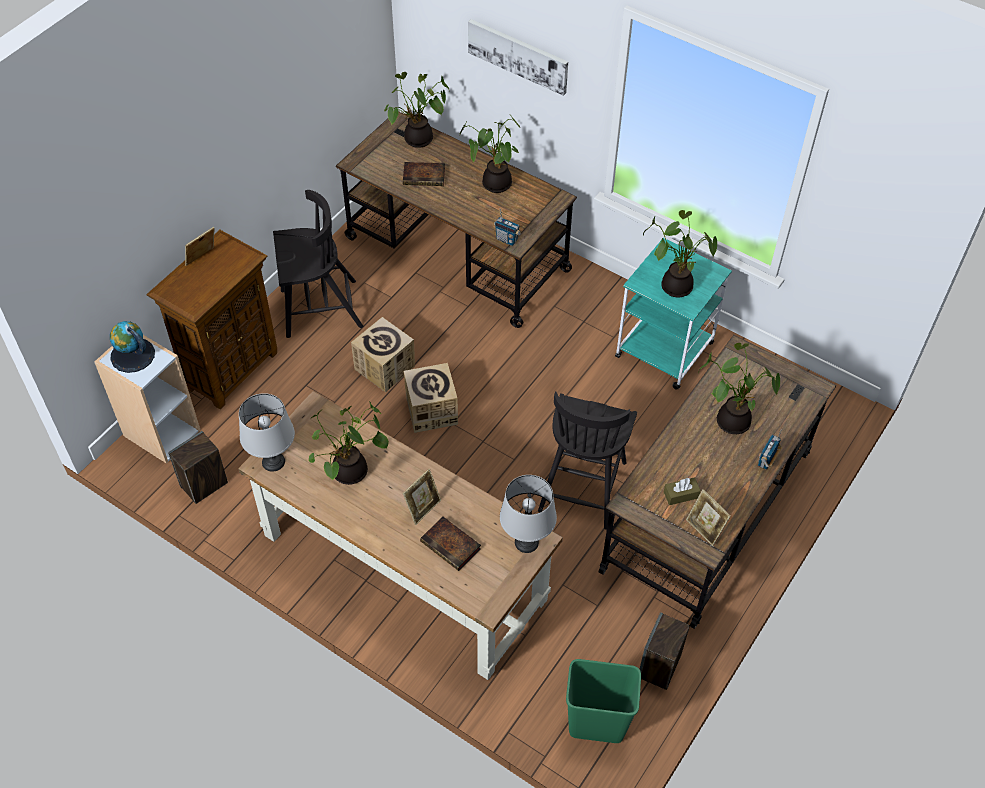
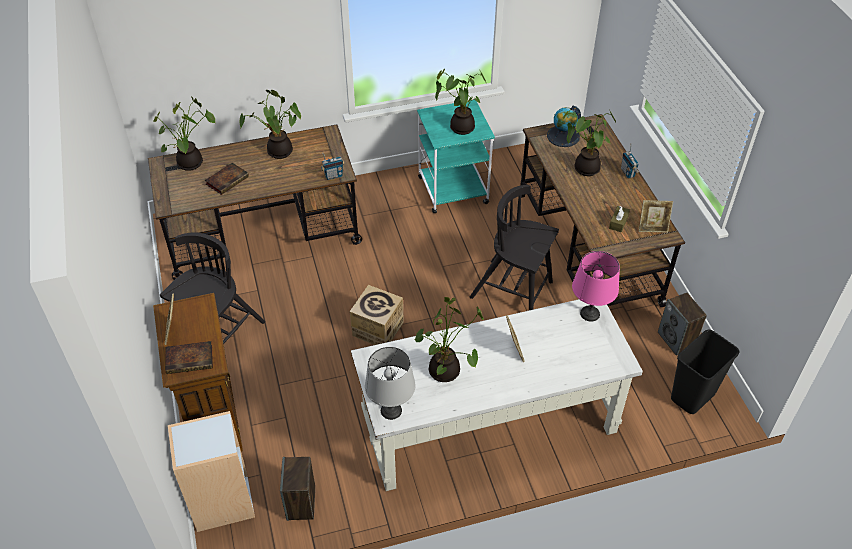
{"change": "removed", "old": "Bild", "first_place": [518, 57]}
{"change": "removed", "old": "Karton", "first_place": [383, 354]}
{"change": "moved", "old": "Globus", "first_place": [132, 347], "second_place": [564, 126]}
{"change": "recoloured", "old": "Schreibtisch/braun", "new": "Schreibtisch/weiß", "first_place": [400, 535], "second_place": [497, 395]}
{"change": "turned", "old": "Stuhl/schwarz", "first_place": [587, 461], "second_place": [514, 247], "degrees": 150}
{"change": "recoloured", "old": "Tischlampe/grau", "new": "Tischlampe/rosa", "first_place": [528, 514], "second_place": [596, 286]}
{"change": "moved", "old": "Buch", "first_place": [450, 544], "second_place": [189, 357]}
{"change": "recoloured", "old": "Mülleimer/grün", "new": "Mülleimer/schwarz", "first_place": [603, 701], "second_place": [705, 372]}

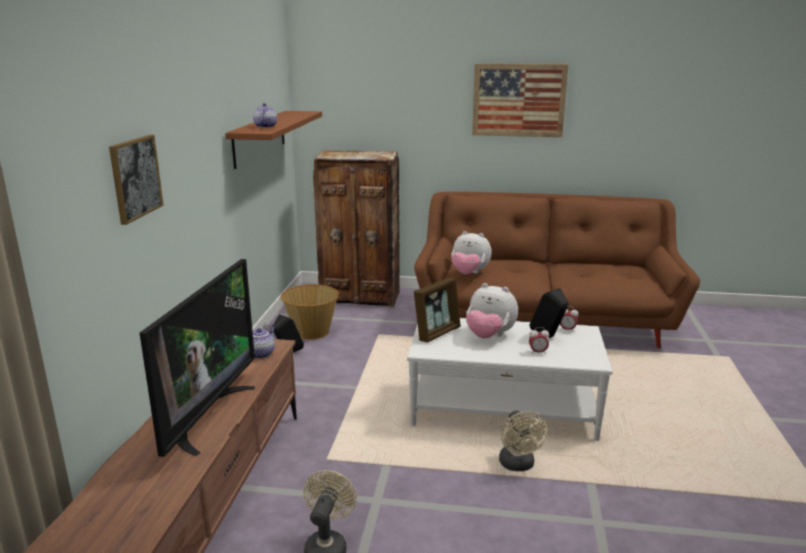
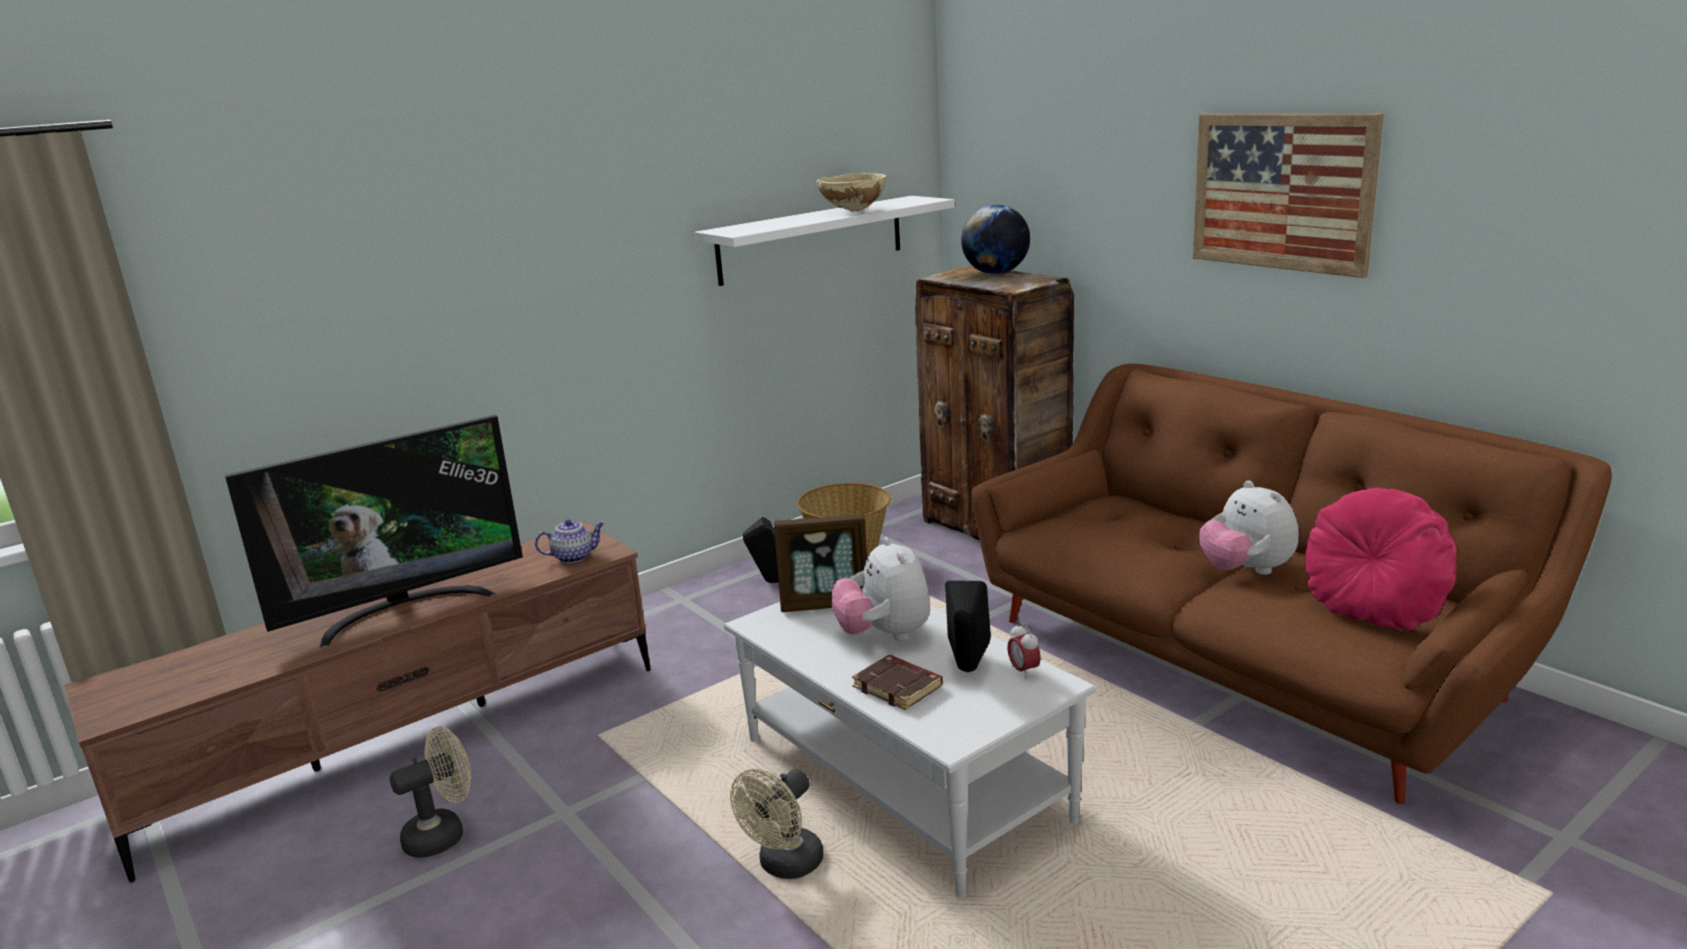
{"change": "removed", "old": "Teekanne", "first_place": [265, 115]}
{"change": "recoloured", "old": "Wandregal/braun", "new": "Wandregal/weiß", "first_place": [273, 140], "second_place": [824, 241]}
{"change": "removed", "old": "Bild", "first_place": [136, 180]}
{"change": "moved", "old": "Plüschtier", "first_place": [471, 252], "second_place": [1249, 527]}
{"change": "replaced", "old": "Wecker", "new": "Buch/braun", "first_place": [539, 340], "second_place": [897, 682]}
{"change": "added", "new": "Schüssel/beige", "second_place": [851, 192]}
{"change": "added", "new": "Globus", "second_place": [995, 239]}
{"change": "added", "new": "Kissen/rosa", "second_place": [1381, 559]}

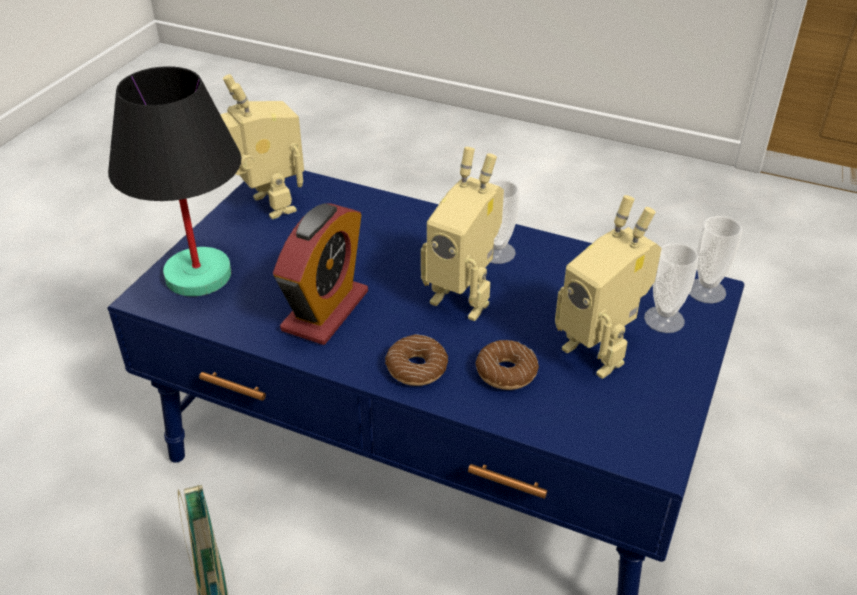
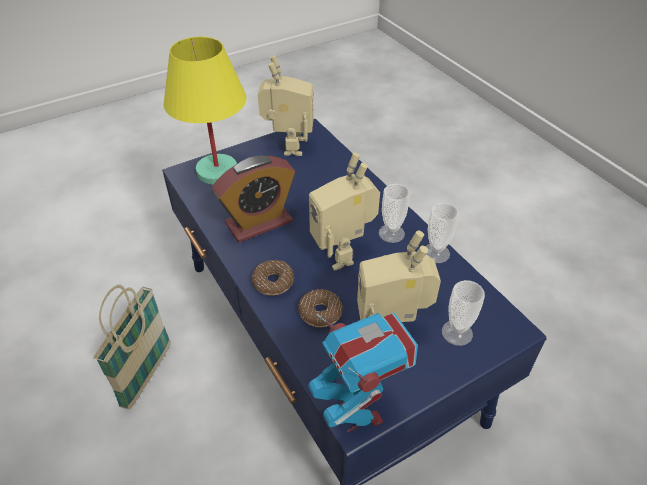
{"change": "recoloured", "old": "Tischlampe/schwarz", "new": "Tischlampe/gelb", "first_place": [174, 181], "second_place": [205, 110]}
{"change": "moved", "old": "Tasse", "first_place": [715, 259], "second_place": [442, 233]}
{"change": "added", "new": "Spielzeugroboter", "second_place": [363, 372]}

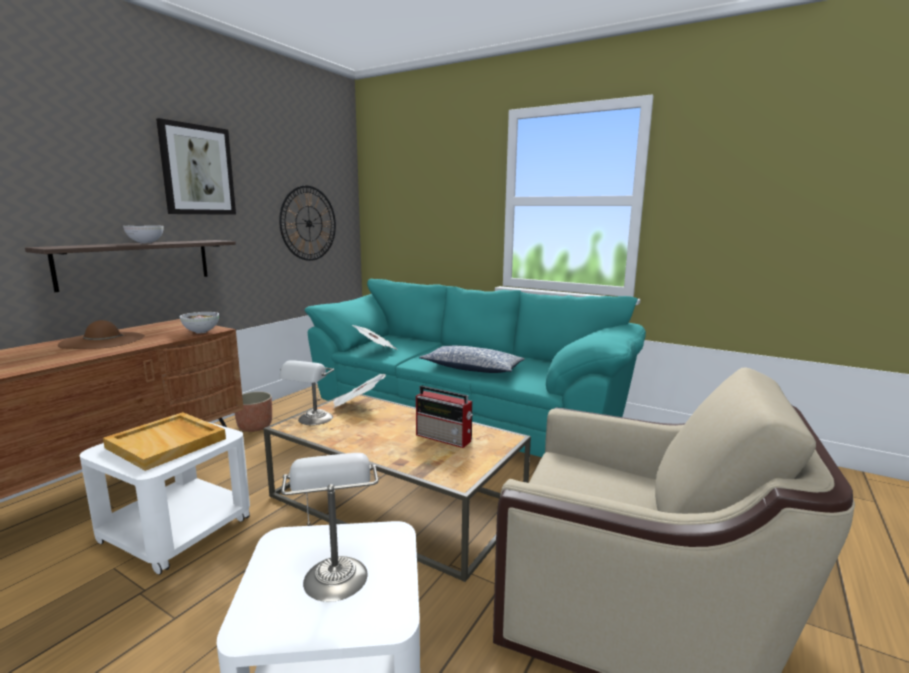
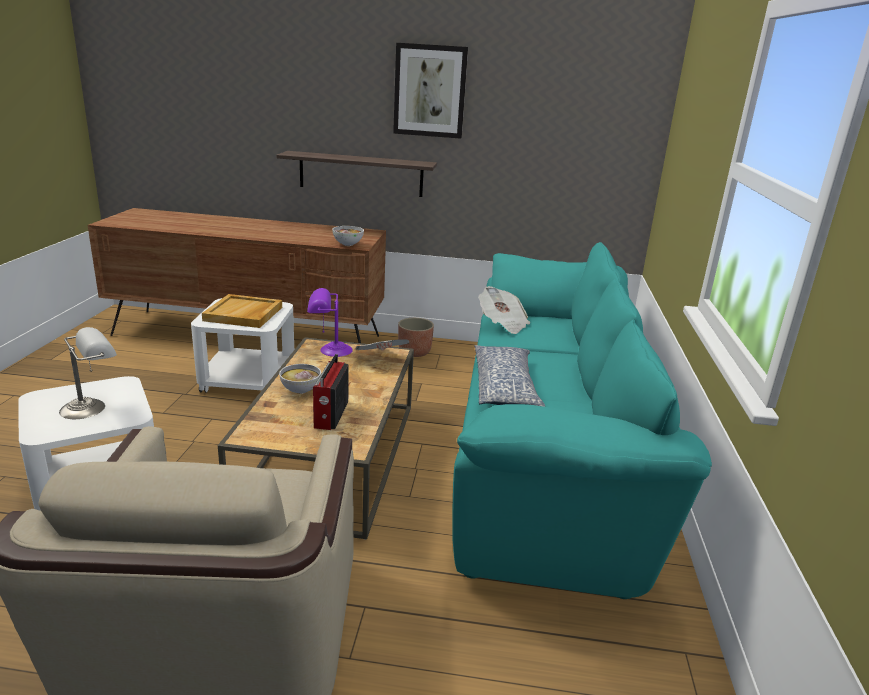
{"change": "removed", "old": "Wanduhr", "first_place": [307, 223]}
{"change": "moved", "old": "Schüssel", "first_place": [143, 234], "second_place": [300, 379]}
{"change": "removed", "old": "Hut/braun", "first_place": [101, 334]}
{"change": "recoloured", "old": "Tischlampe/weiß", "new": "Tischlampe/lila", "first_place": [306, 392], "second_place": [330, 322]}

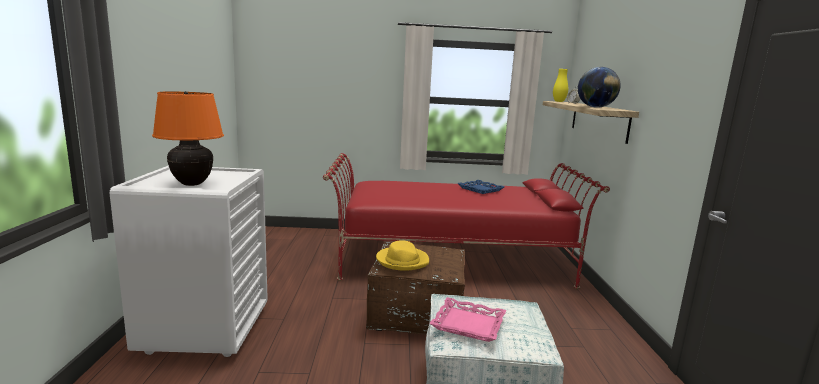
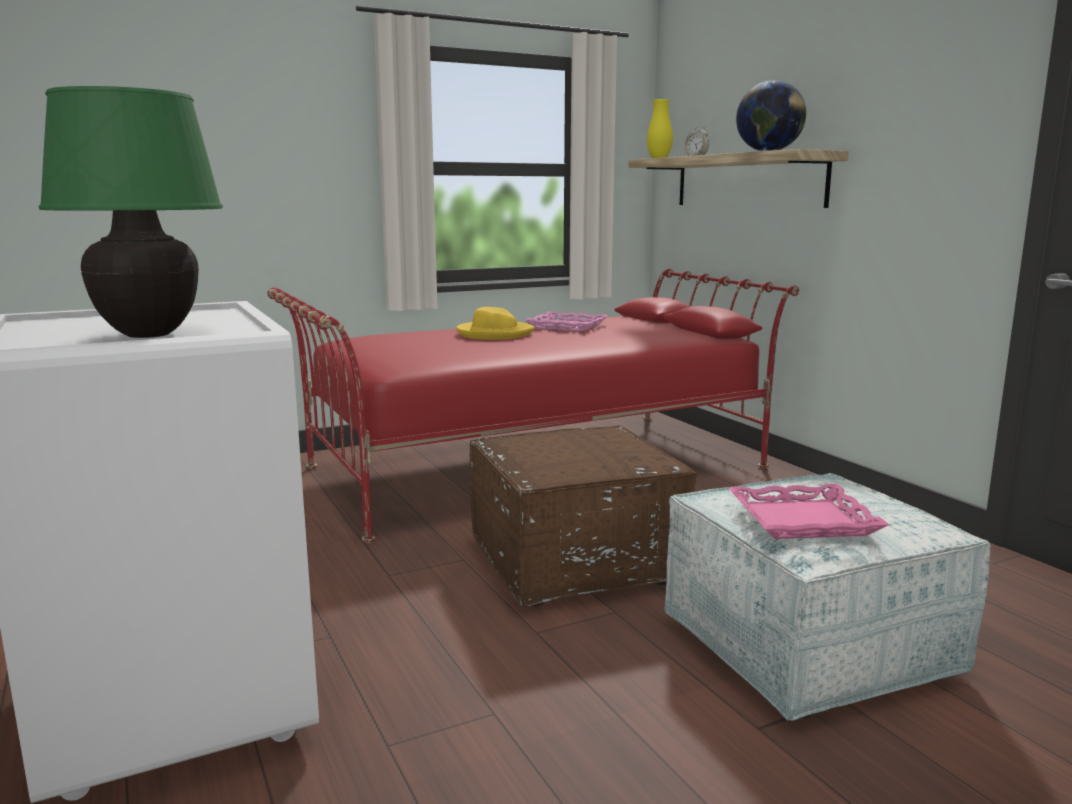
{"change": "recoloured", "old": "Tischlampe/orange", "new": "Tischlampe/grün", "first_place": [188, 138], "second_place": [131, 212]}
{"change": "recoloured", "old": "Tablett/blau", "new": "Tablett/rosa", "first_place": [480, 187], "second_place": [566, 321]}
{"change": "moved", "old": "Hut/gelb", "first_place": [402, 255], "second_place": [495, 323]}

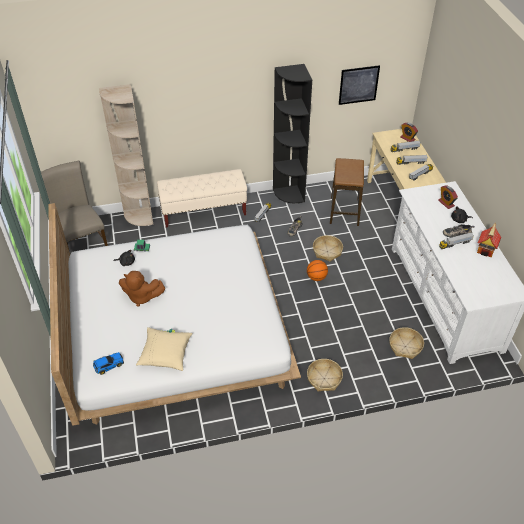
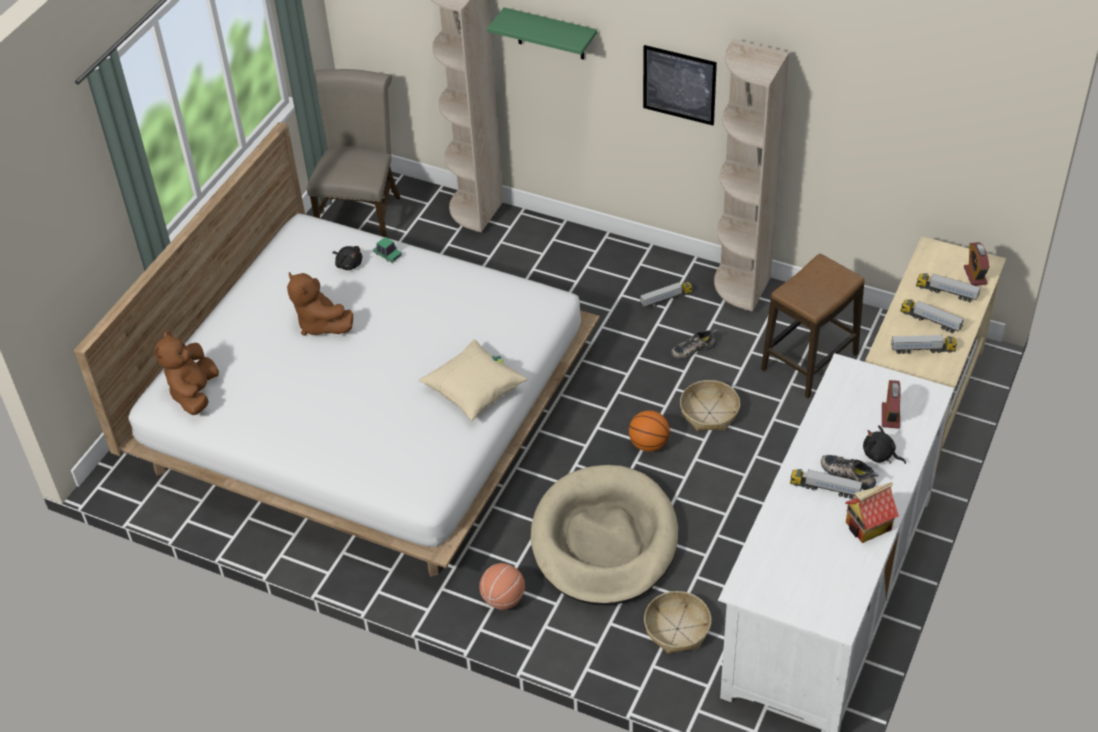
{"change": "recoloured", "old": "Bücherregal/schwarz", "new": "Bücherregal/beige", "first_place": [292, 133], "second_place": [751, 175]}
{"change": "moved", "old": "Bild", "first_place": [359, 85], "second_place": [680, 85]}
{"change": "removed", "old": "Bank/beige", "first_place": [202, 198]}
{"change": "moved", "old": "Kissen/beige", "first_place": [164, 349], "second_place": [473, 380]}
{"change": "replaced", "old": "Spielzeugauto", "new": "Plüschtier/braun", "first_place": [108, 363], "second_place": [186, 372]}
{"change": "replaced", "old": "Korb", "new": "Basketball", "first_place": [325, 375], "second_place": [502, 586]}
{"change": "added", "new": "Wandregal/grün", "second_place": [542, 33]}
{"change": "added", "new": "Hundebett/beige", "second_place": [604, 535]}

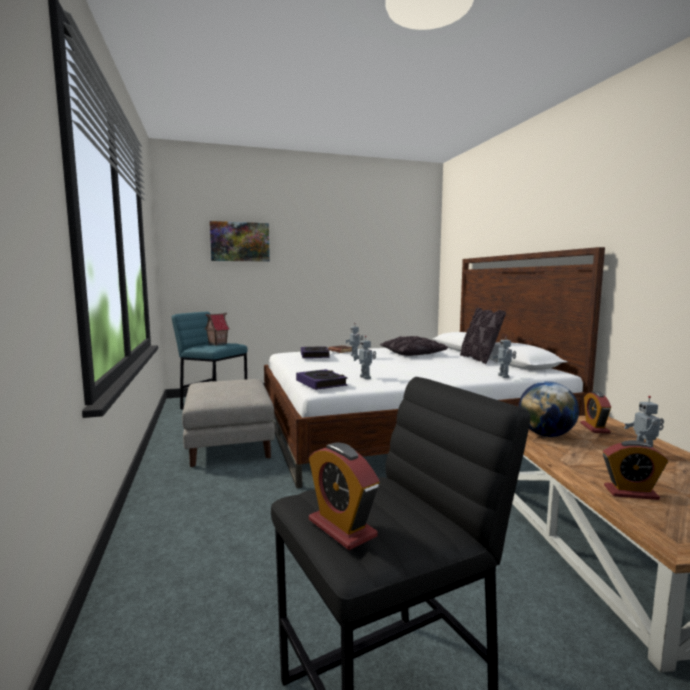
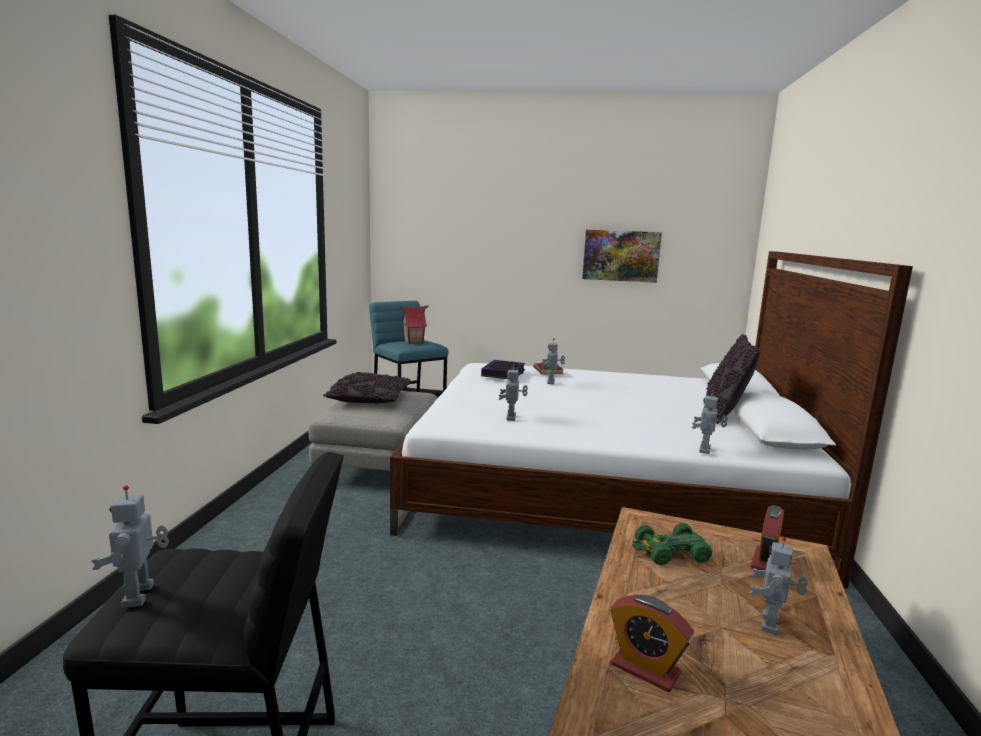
{"change": "moved", "old": "Bild", "first_place": [240, 241], "second_place": [622, 256]}
{"change": "moved", "old": "Kissen/schwarz", "first_place": [414, 346], "second_place": [367, 388]}
{"change": "removed", "old": "Buch", "first_place": [322, 379]}
{"change": "replaced", "old": "Globus", "new": "Spielzeugauto/grün", "first_place": [549, 409], "second_place": [672, 544]}
{"change": "replaced", "old": "Wecker", "new": "Spielzeugroboter", "first_place": [344, 496], "second_place": [130, 546]}

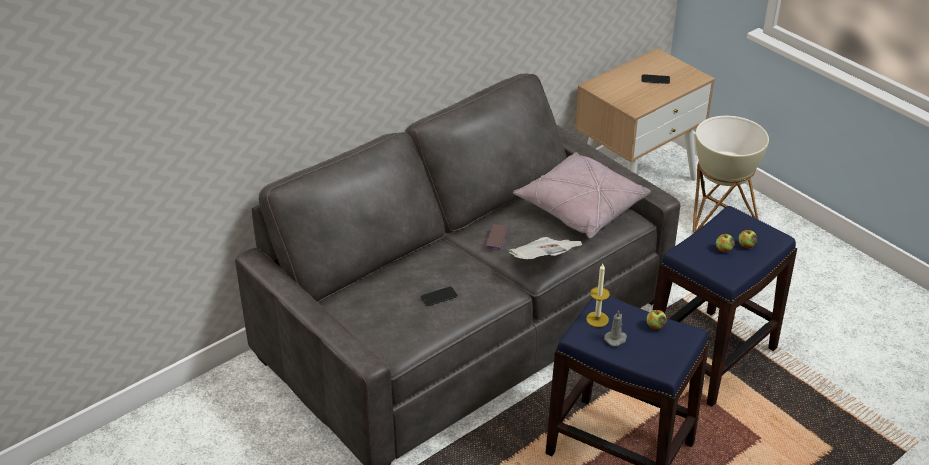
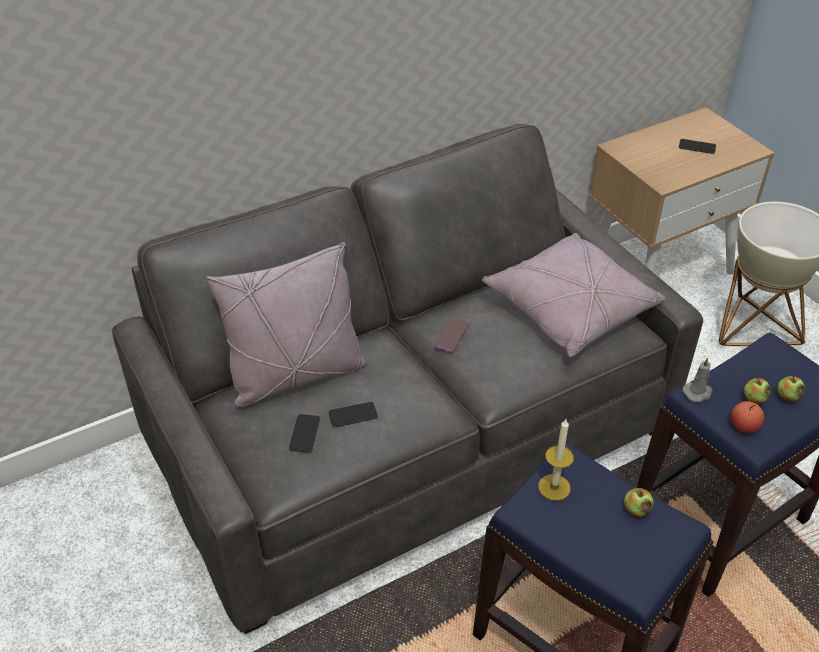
{"change": "removed", "old": "Zeitung", "first_place": [546, 248]}
{"change": "moved", "old": "Kerze/grau", "first_place": [615, 328], "second_place": [697, 380]}
{"change": "added", "new": "Kissen/lila", "second_place": [286, 325]}
{"change": "added", "new": "Apfel", "second_place": [747, 417]}
{"change": "added", "new": "Handy", "second_place": [304, 433]}

